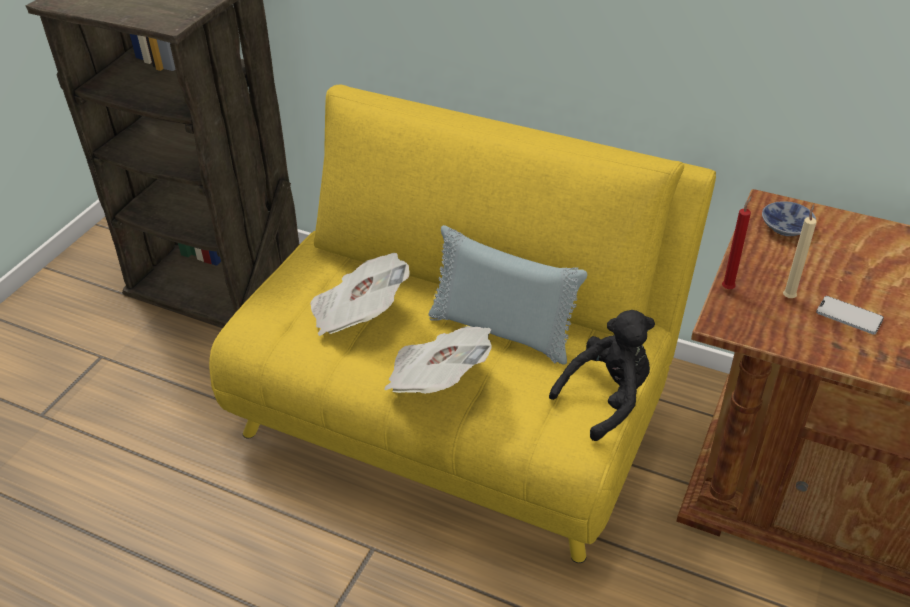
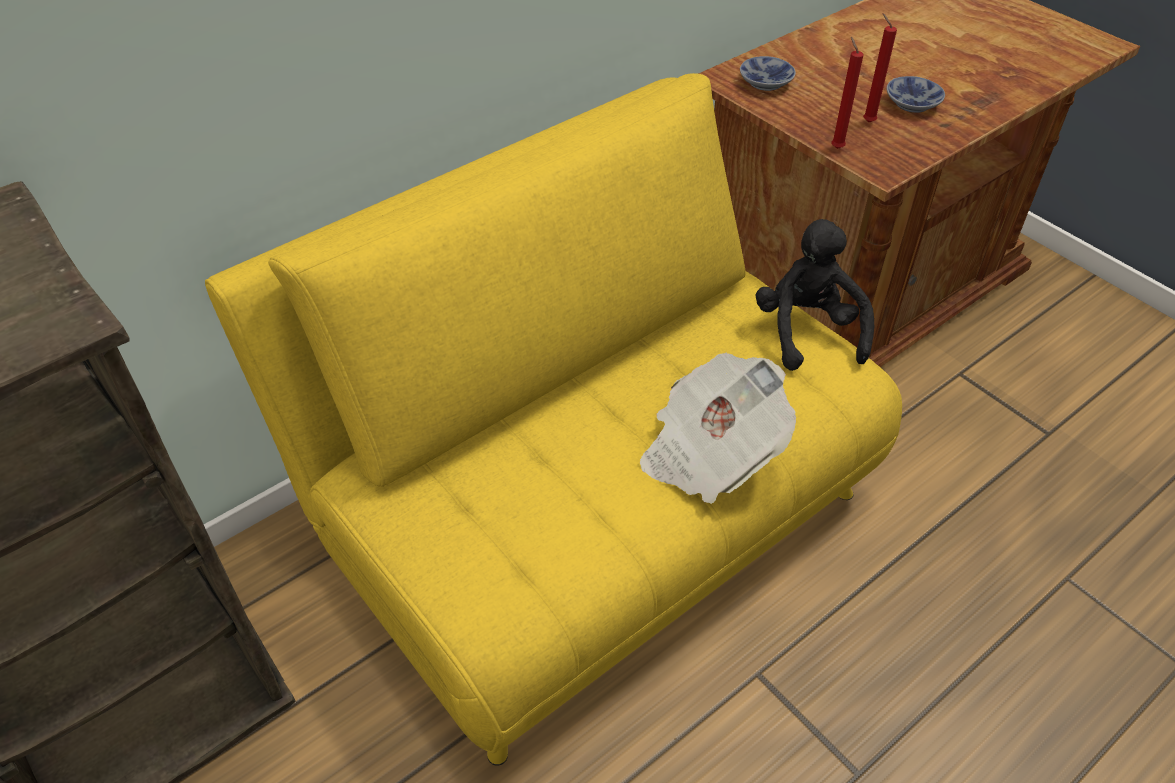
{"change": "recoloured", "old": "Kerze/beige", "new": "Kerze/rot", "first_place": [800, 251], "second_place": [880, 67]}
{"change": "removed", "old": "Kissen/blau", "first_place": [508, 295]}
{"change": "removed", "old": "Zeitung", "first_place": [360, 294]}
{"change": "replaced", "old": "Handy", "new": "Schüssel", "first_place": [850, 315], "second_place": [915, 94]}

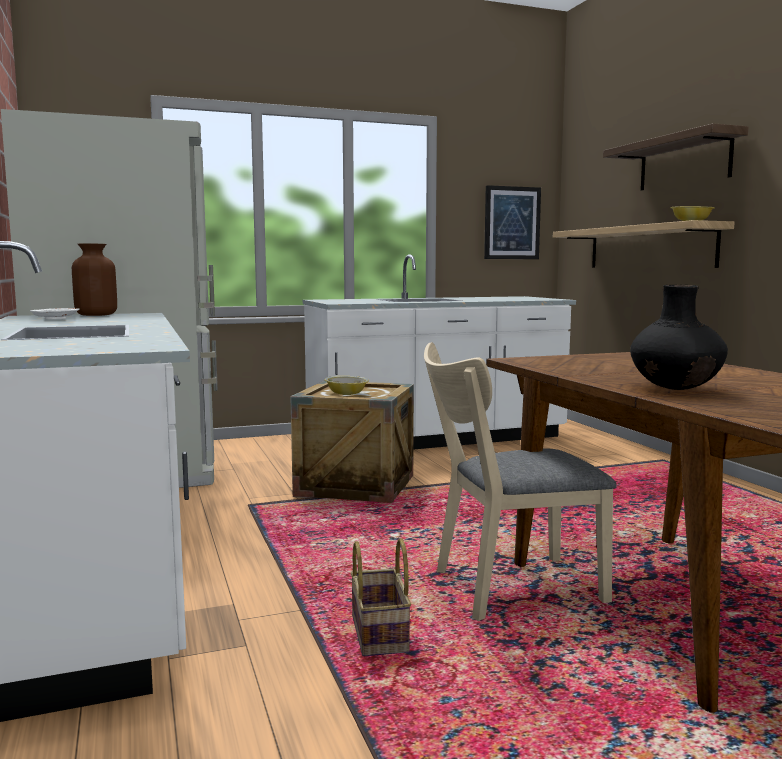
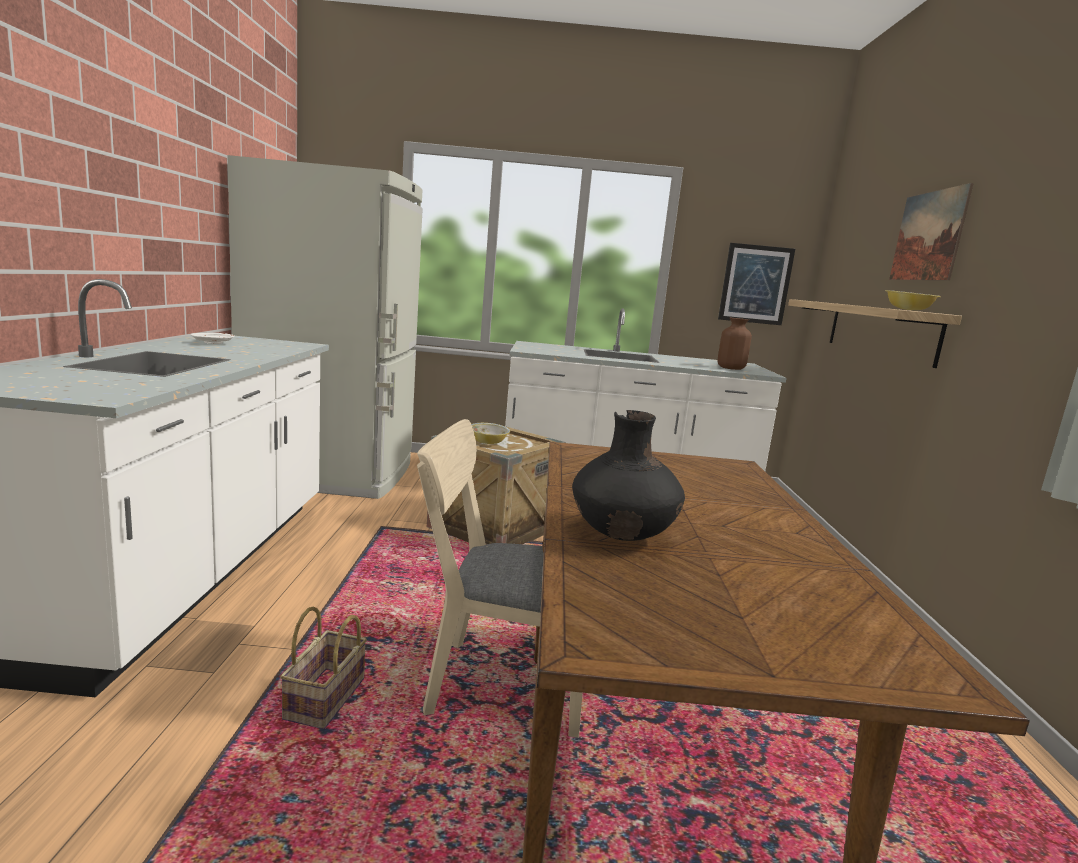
{"change": "replaced", "old": "Wandregal", "new": "Bild", "first_place": [676, 156], "second_place": [931, 231]}
{"change": "moved", "old": "Vase/braun", "first_place": [94, 279], "second_place": [734, 344]}

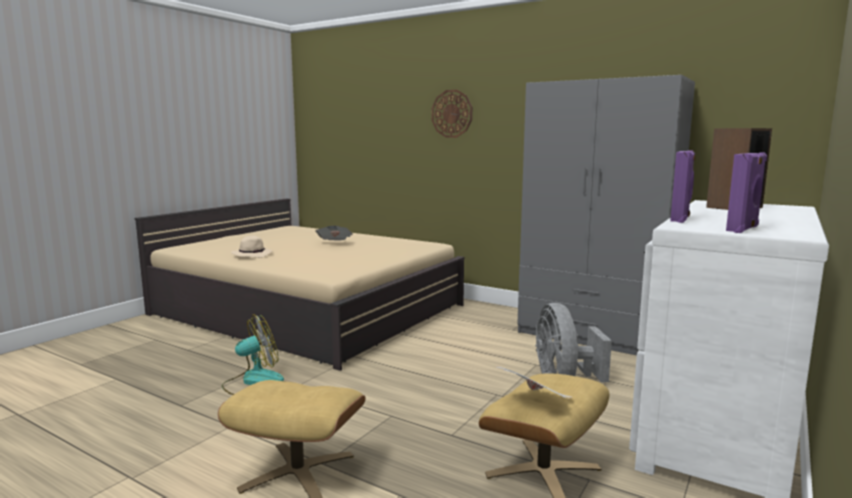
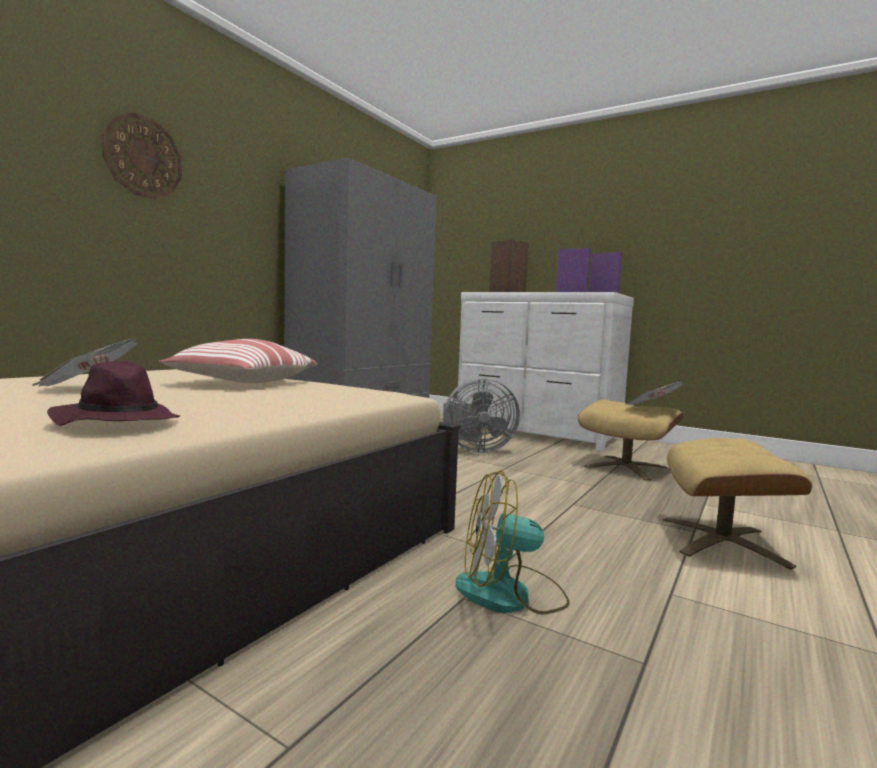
{"change": "recoloured", "old": "Hut/beige", "new": "Hut/lila", "first_place": [251, 246], "second_place": [113, 393]}
{"change": "turned", "old": "Ventilator", "first_place": [253, 355], "second_place": [512, 542], "degrees": -60}
{"change": "added", "new": "Kissen", "second_place": [238, 361]}

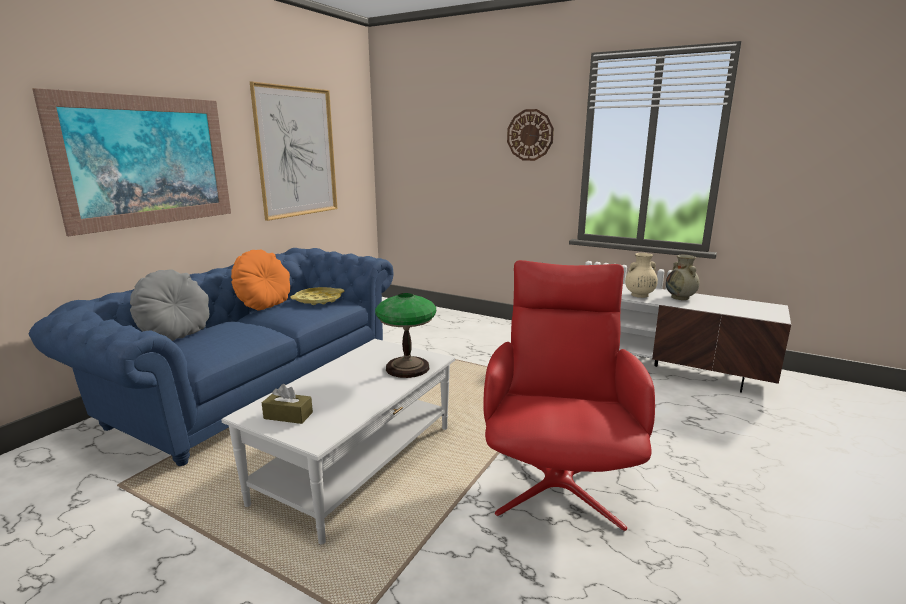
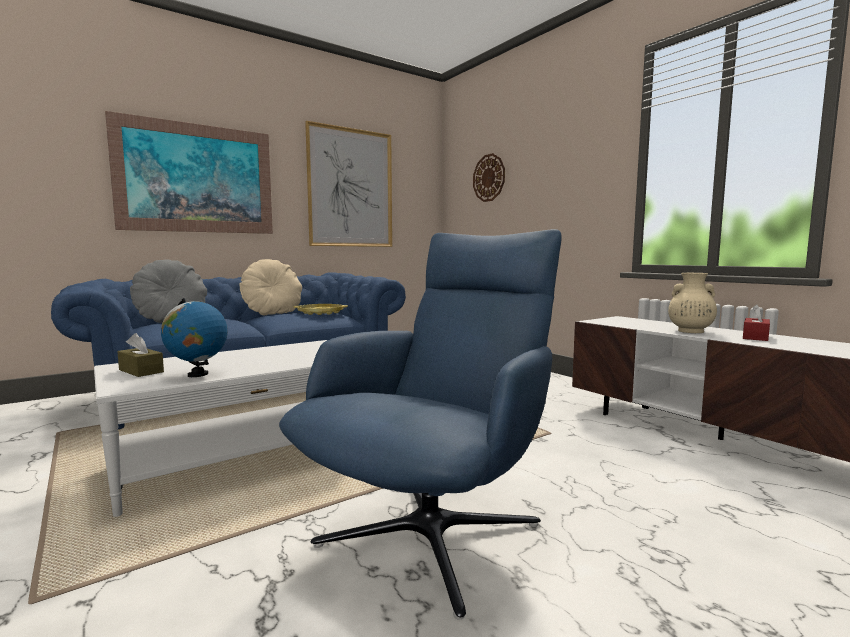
{"change": "moved", "old": "Wanduhr", "first_place": [530, 135], "second_place": [489, 177]}
{"change": "recoloured", "old": "Kissen/orange", "new": "Kissen/beige", "first_place": [260, 280], "second_place": [270, 287]}
{"change": "replaced", "old": "Vase/beige", "new": "Taschentuchbox/rot", "first_place": [683, 277], "second_place": [756, 322]}
{"change": "recoloured", "old": "Sessel/rot", "new": "Sessel/blau", "first_place": [569, 396], "second_place": [420, 424]}
{"change": "removed", "old": "Tischlampe", "first_place": [406, 335]}
{"change": "added", "new": "Globus", "second_place": [194, 337]}

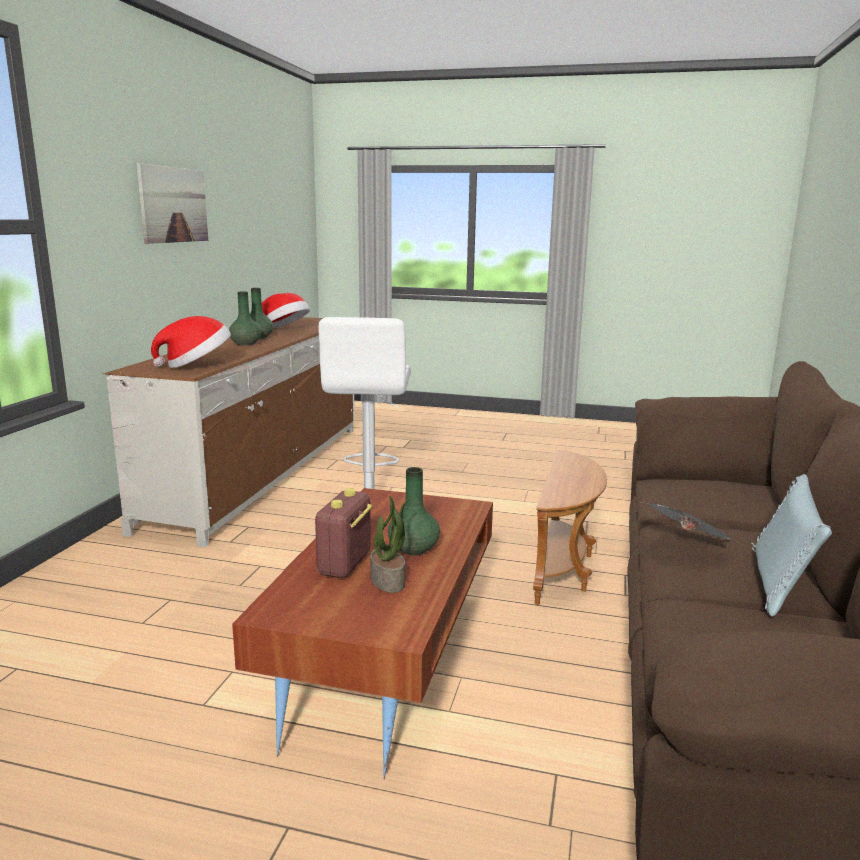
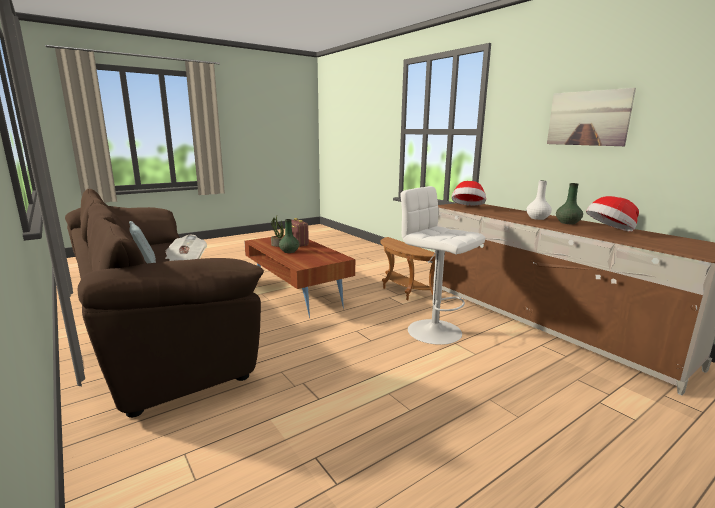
{"change": "recoloured", "old": "Vase/grün", "new": "Vase/weiß", "first_place": [245, 318], "second_place": [539, 200]}
{"change": "moved", "old": "Beistelltisch/braun", "first_place": [570, 527], "second_place": [408, 268]}

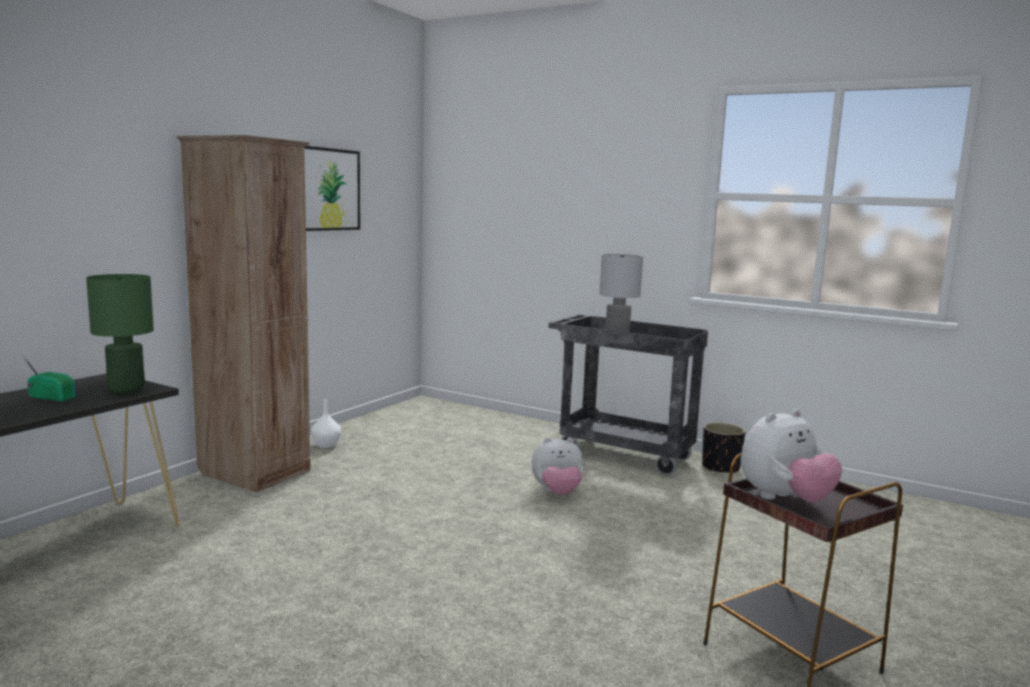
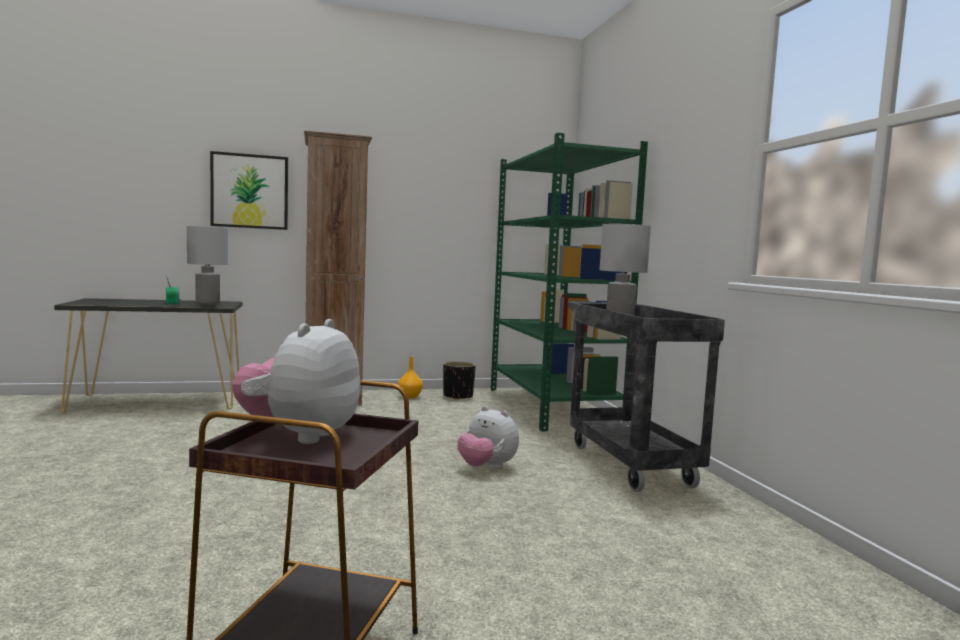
{"change": "moved", "old": "Bild", "first_place": [332, 188], "second_place": [249, 190]}
{"change": "recoloured", "old": "Tischlampe/grün", "new": "Tischlampe/grau", "first_place": [120, 334], "second_place": [207, 266]}
{"change": "recoloured", "old": "Vase/weiß", "new": "Vase/orange", "first_place": [326, 423], "second_place": [410, 377]}
{"change": "turned", "old": "Plüschtier", "first_place": [791, 456], "second_place": [296, 381], "degrees": 90}
{"change": "moved", "old": "Pflanzkübel/schwarz", "first_place": [724, 448], "second_place": [459, 380]}
{"change": "added", "new": "Bücherregal/grün", "second_place": [569, 282]}

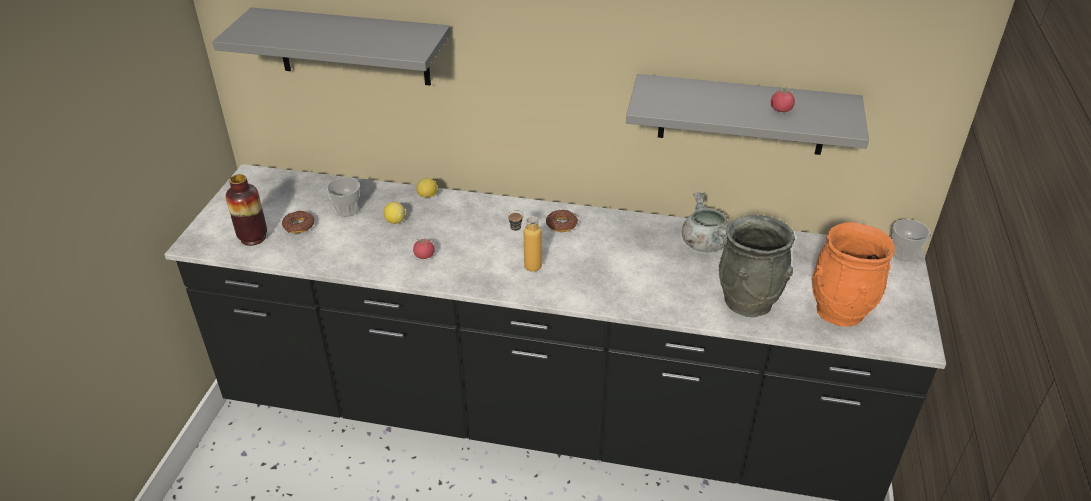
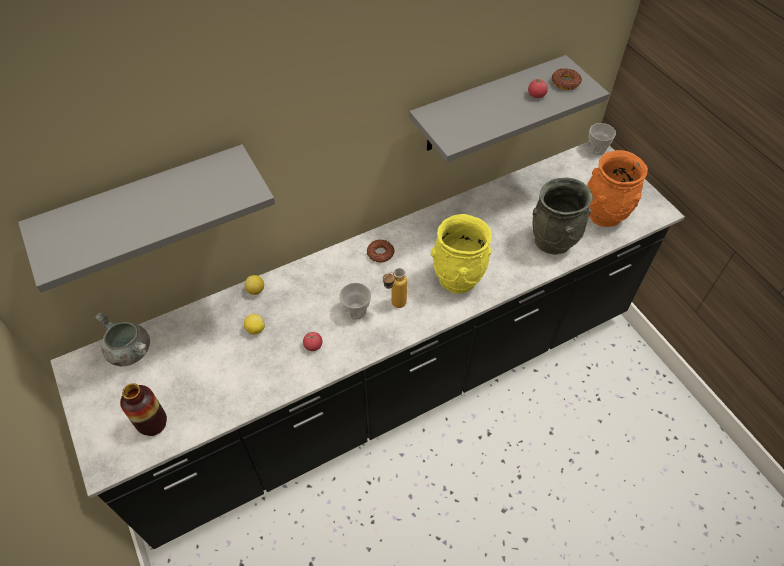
{"change": "moved", "old": "Tasse", "first_place": [343, 197], "second_place": [355, 301]}
{"change": "moved", "old": "Kochtopf/grau", "first_place": [705, 222], "second_place": [122, 339]}
{"change": "moved", "old": "Donut", "first_place": [298, 222], "second_place": [567, 79]}
{"change": "added", "new": "Vase/gelb", "second_place": [461, 254]}

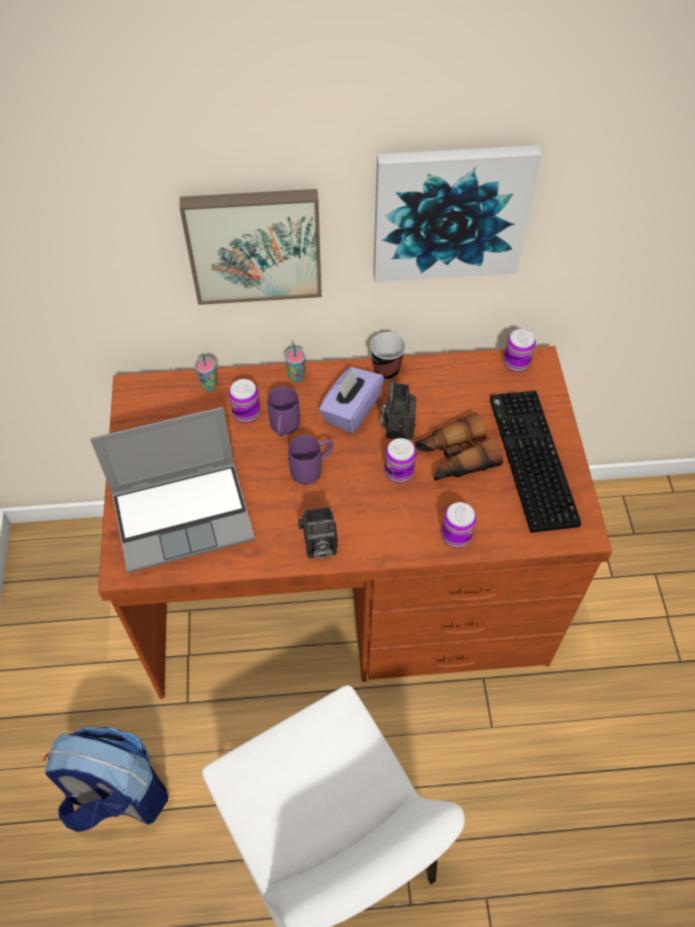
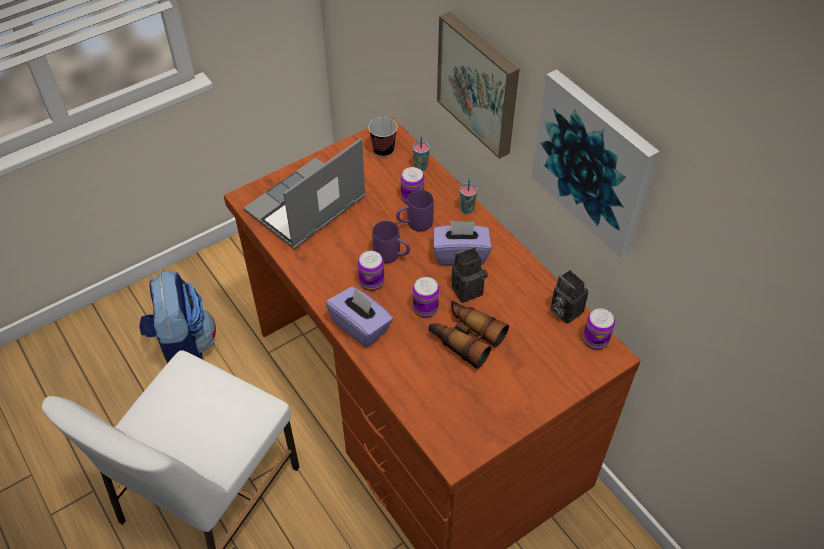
{"change": "moved", "old": "Tasse", "first_place": [388, 356], "second_place": [382, 137]}
{"change": "removed", "old": "Tastatur", "first_place": [535, 462]}
{"change": "turned", "old": "Laptop", "first_place": [172, 490], "second_place": [305, 193], "degrees": 90}
{"change": "moved", "old": "Dose", "first_place": [458, 525], "second_place": [371, 271]}
{"change": "moved", "old": "Kamera", "first_place": [318, 533], "second_place": [569, 297]}
{"change": "added", "new": "Taschentuchbox/lila", "second_place": [359, 317]}

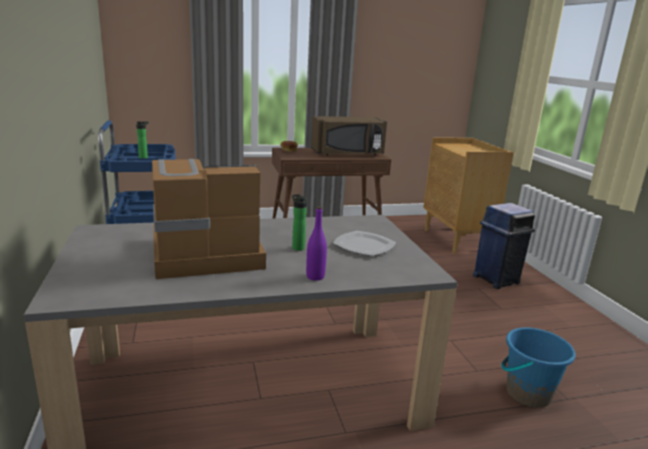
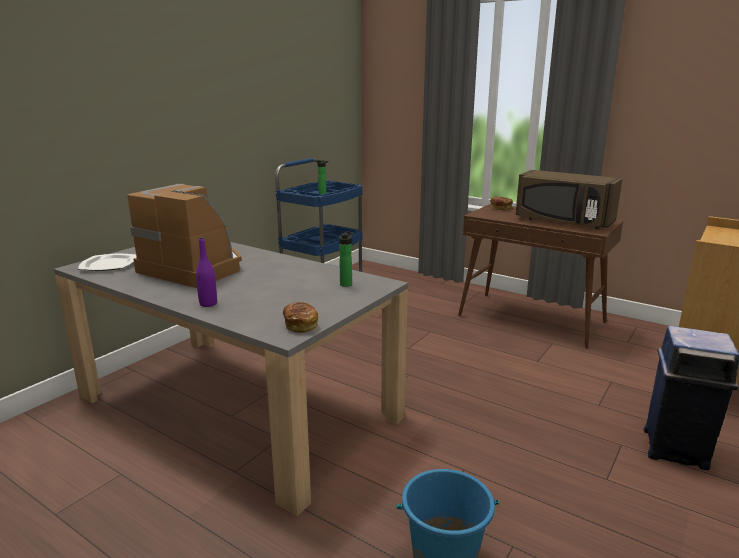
{"change": "moved", "old": "Flasche", "first_place": [299, 222], "second_place": [346, 259]}
{"change": "moved", "old": "Teller", "first_place": [364, 243], "second_place": [107, 262]}
{"change": "added", "new": "Brot", "second_place": [300, 317]}

